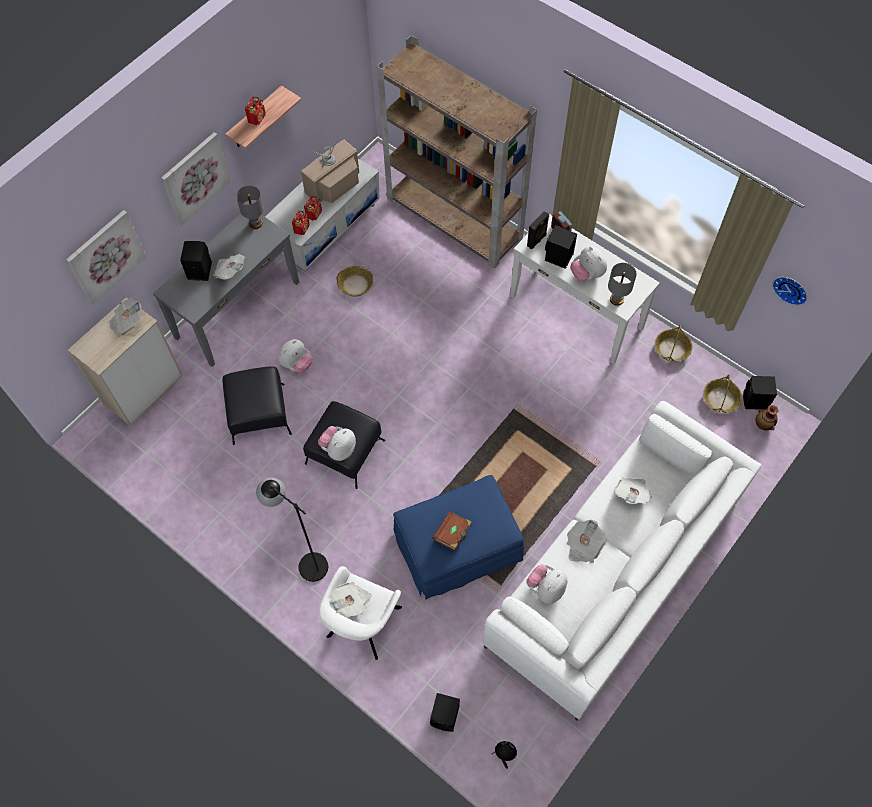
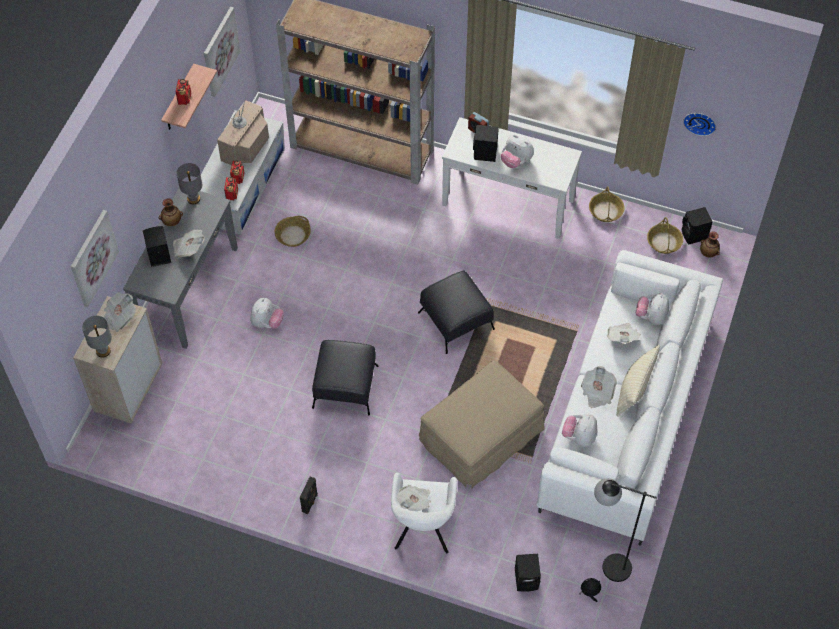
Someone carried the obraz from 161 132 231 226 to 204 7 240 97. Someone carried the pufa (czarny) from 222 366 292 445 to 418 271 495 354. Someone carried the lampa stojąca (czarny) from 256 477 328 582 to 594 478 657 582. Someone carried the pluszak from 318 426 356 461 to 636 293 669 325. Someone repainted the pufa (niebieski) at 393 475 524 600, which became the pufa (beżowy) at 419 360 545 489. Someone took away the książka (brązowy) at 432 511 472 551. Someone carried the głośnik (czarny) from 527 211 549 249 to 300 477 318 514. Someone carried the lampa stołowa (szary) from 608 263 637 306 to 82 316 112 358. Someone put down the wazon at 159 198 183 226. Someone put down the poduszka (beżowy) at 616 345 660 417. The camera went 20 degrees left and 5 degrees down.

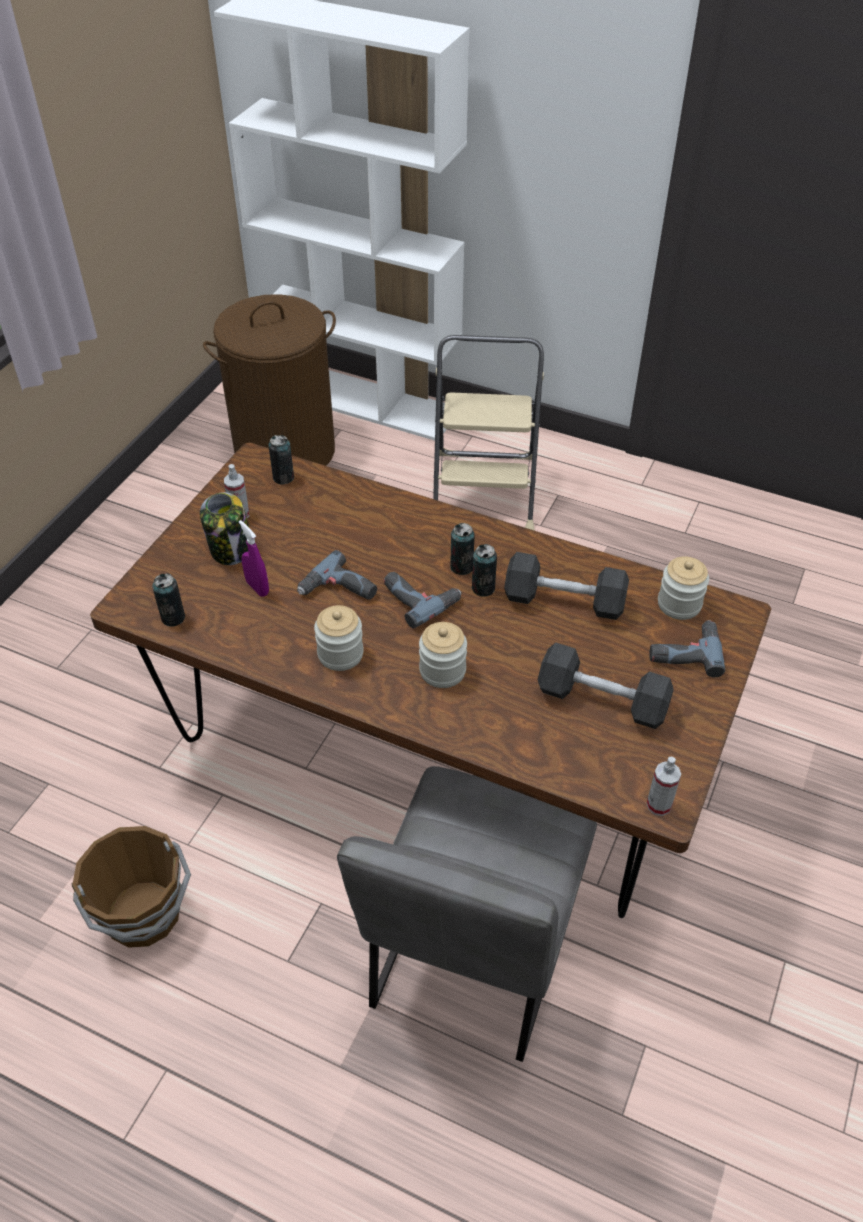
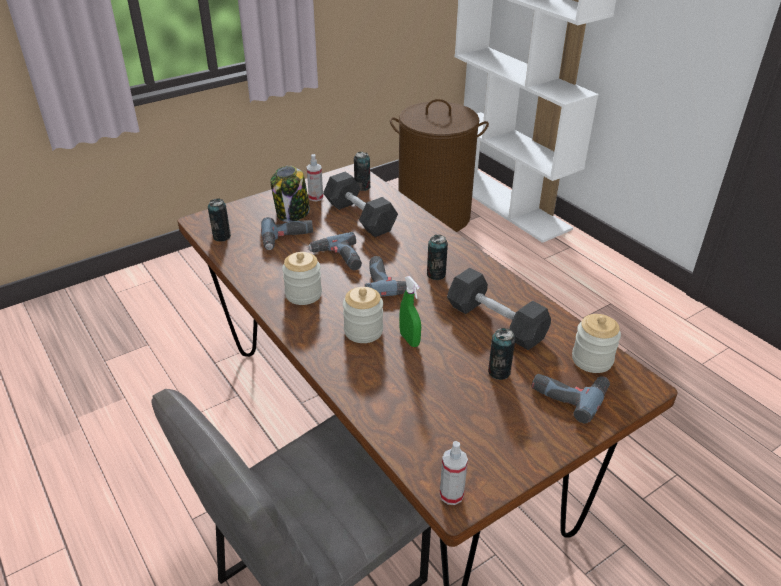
Someone took away the wiadro (brązowy) at 71 826 191 948. Someone swapped the spryskiwacz (fioletowy) at 239 520 269 597 for the wiertarka at 261 217 313 250. Someone took away the drabinka (beżowy) at 433 335 544 530. Someone carried the puszka from 472 544 497 597 to 488 328 515 380. Someone carried the hantel (szary) from 538 642 673 729 to 323 172 398 237. Someone put down the spryskiwacz (zielony) at 399 276 421 347. The camera went 30 degrees right and 10 degrees down.

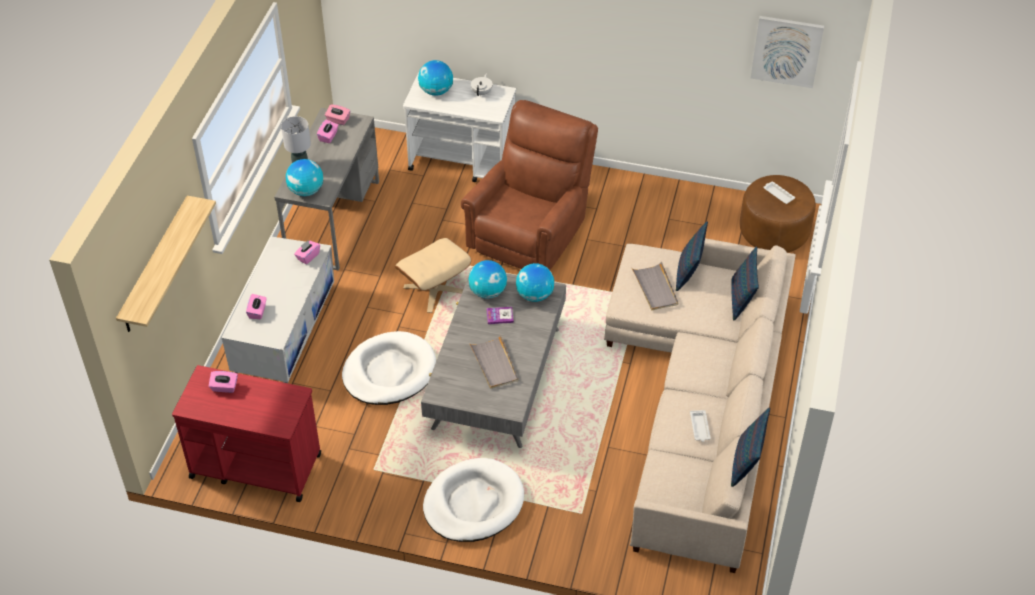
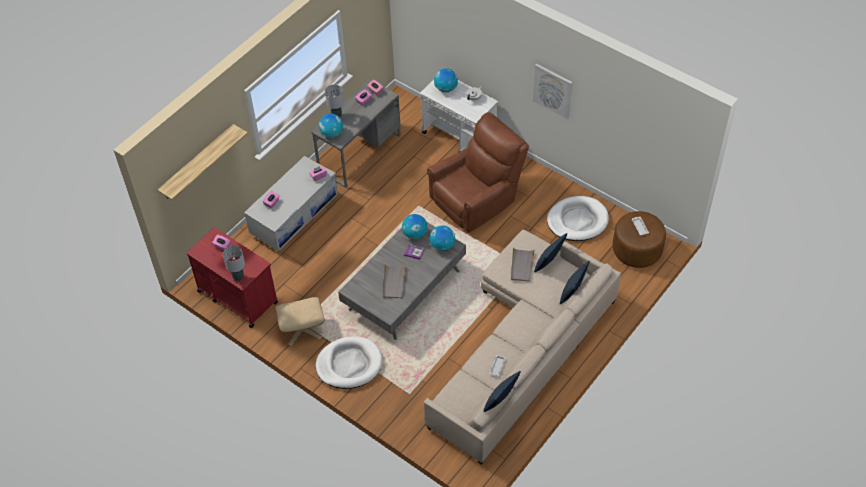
Someone carried the legowisko (biały) from 342 331 436 405 to 547 196 609 241. Someone carried the pufa (beżowy) from 395 238 471 313 to 275 297 324 346. Someone carried the obraz from 750 16 824 88 to 533 64 572 119. Someone put down the lampa stołowa (szary) at 223 246 245 281. The camera went 25 degrees right and 5 degrees up.

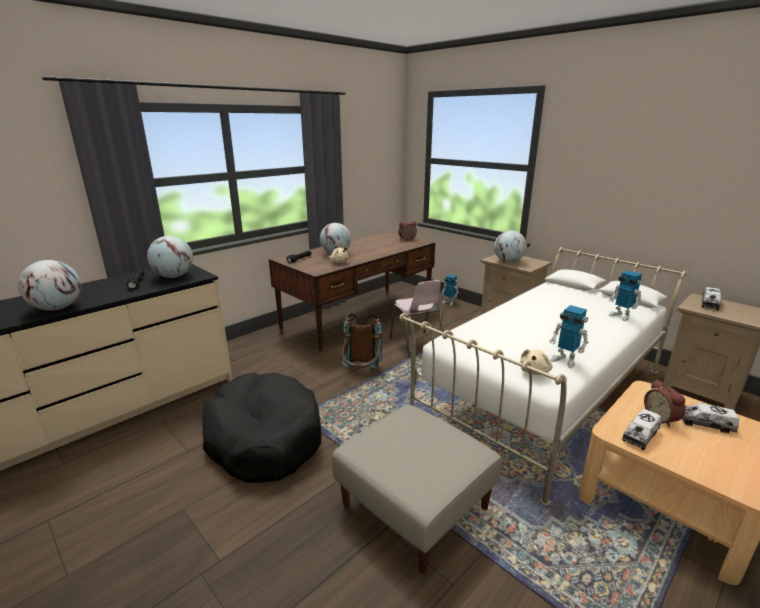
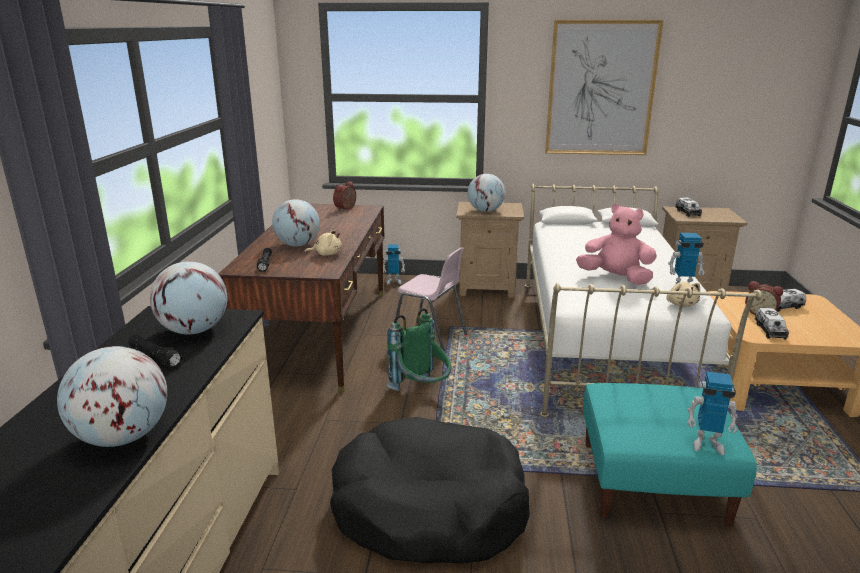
Someone repainted the pufa (beżowy) at 332 405 502 574, which became the pufa (turkusowy) at 583 383 757 526. Someone repainted the plecak (brązowy) at 341 313 382 369, which became the plecak (zielony) at 386 308 452 391. Someone carried the robot zabawkowy from 608 271 643 321 to 687 371 738 455. Someone put up the obraz at 545 20 664 155. Someone put down the pluszak (różowy) at 576 204 657 285. The camera went 40 degrees left and 0 degrees up.

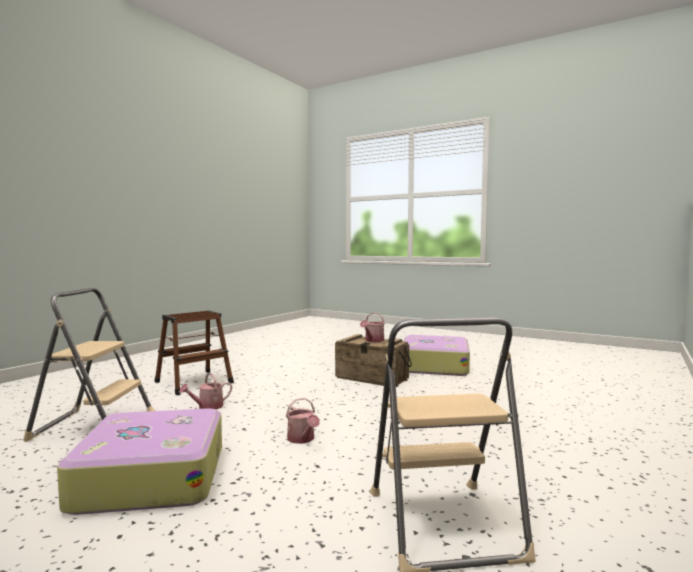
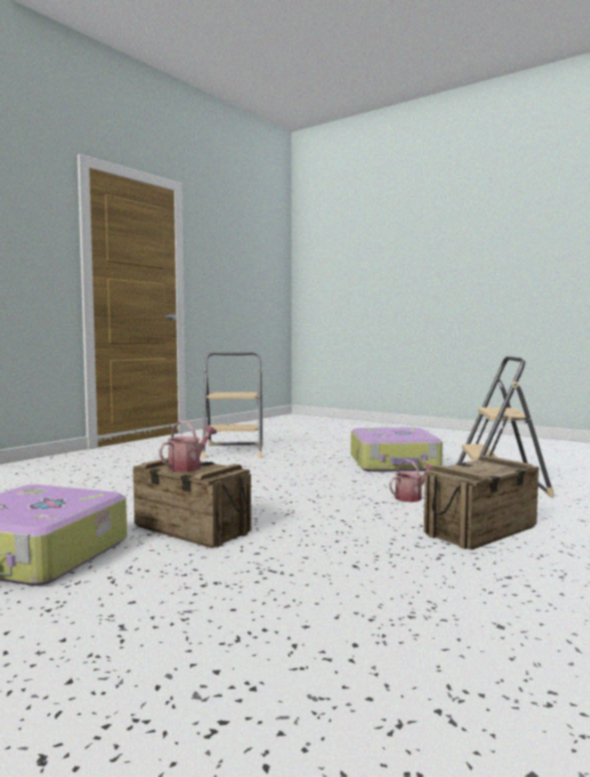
Someone swapped the drabinka (brązowy) at 154 310 234 395 for the skrzynka at 424 455 539 550. Someone took away the konewka at 286 398 320 444. The camera went 175 degrees left and 0 degrees up.

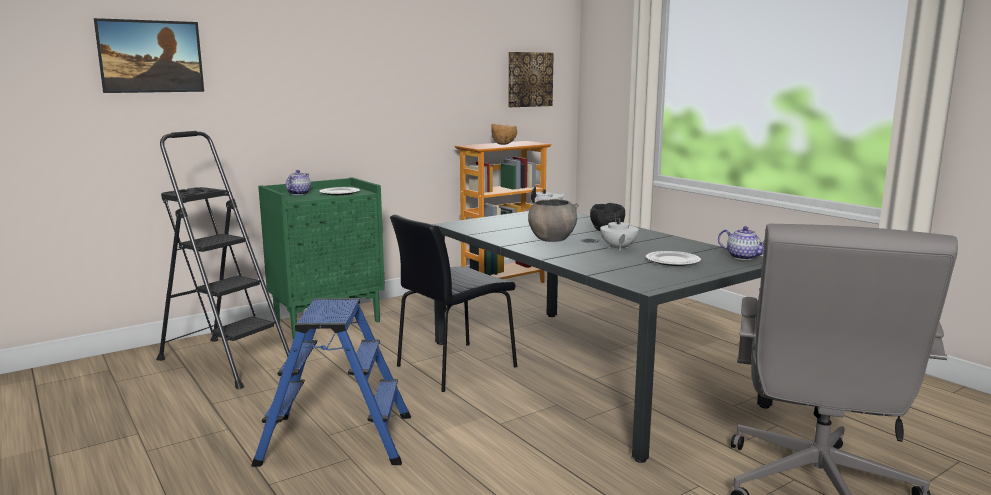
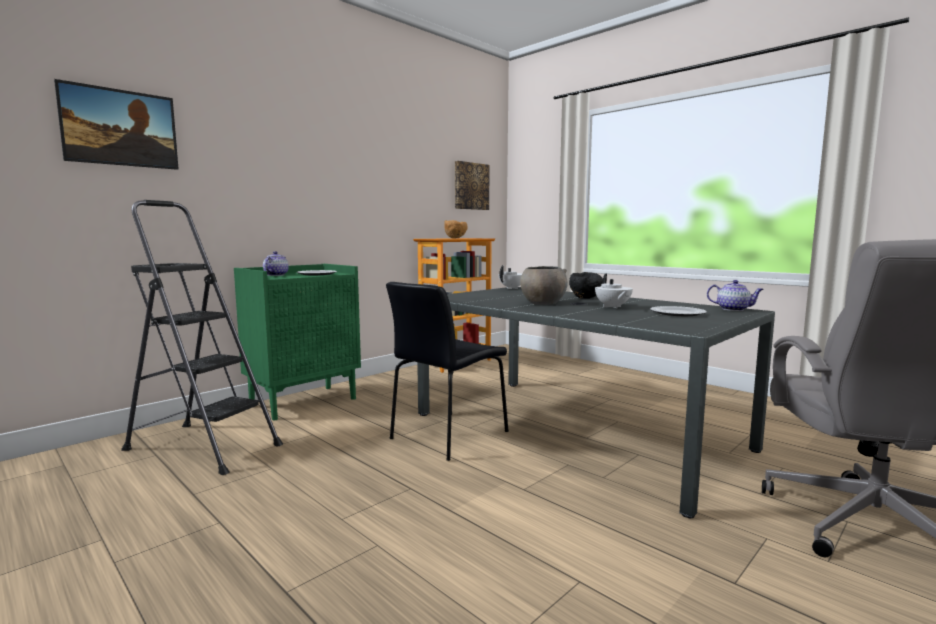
Someone took away the drabinka (niebieski) at 251 298 411 467. The camera went 10 degrees left and 5 degrees down.

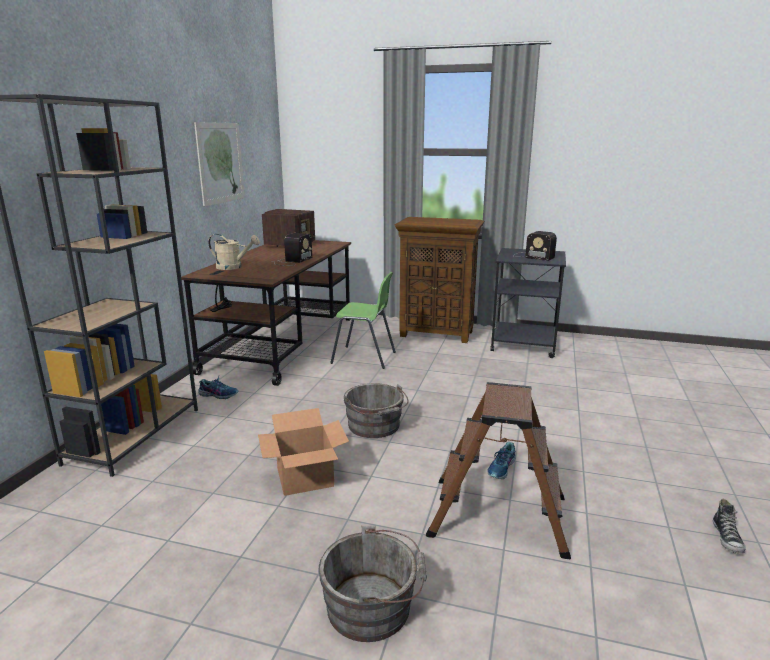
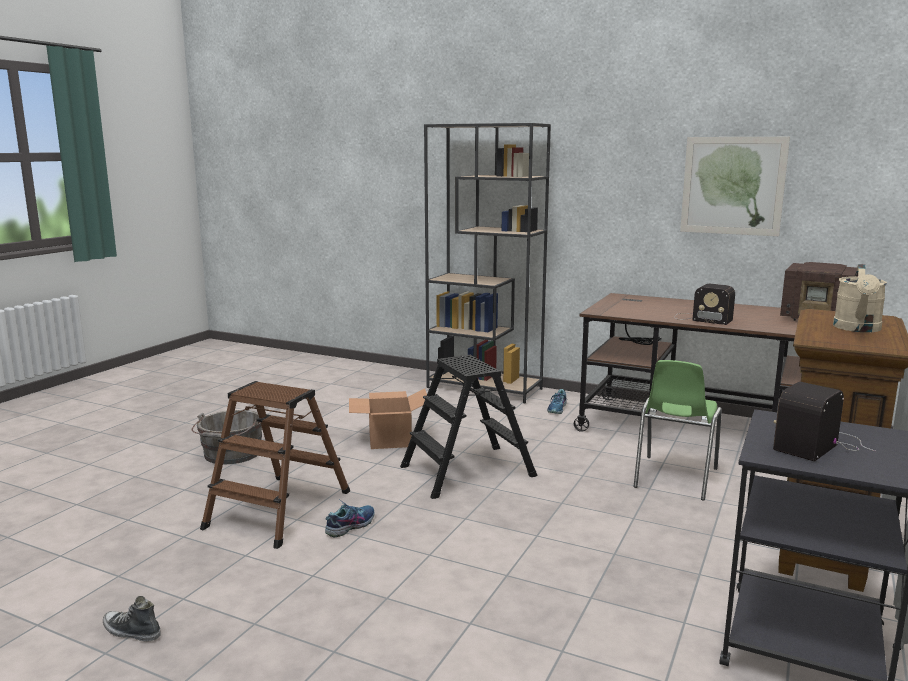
Someone carried the konewka (beżowy) from 208 234 260 270 to 833 264 887 332. Someone swapped the wiadro (szary) at 344 383 408 438 for the drabinka (czarny) at 400 355 538 499. Someone rotated the but at 487 442 516 479 by 90 degrees clockwise. The camera went 100 degrees right and 5 degrees down.

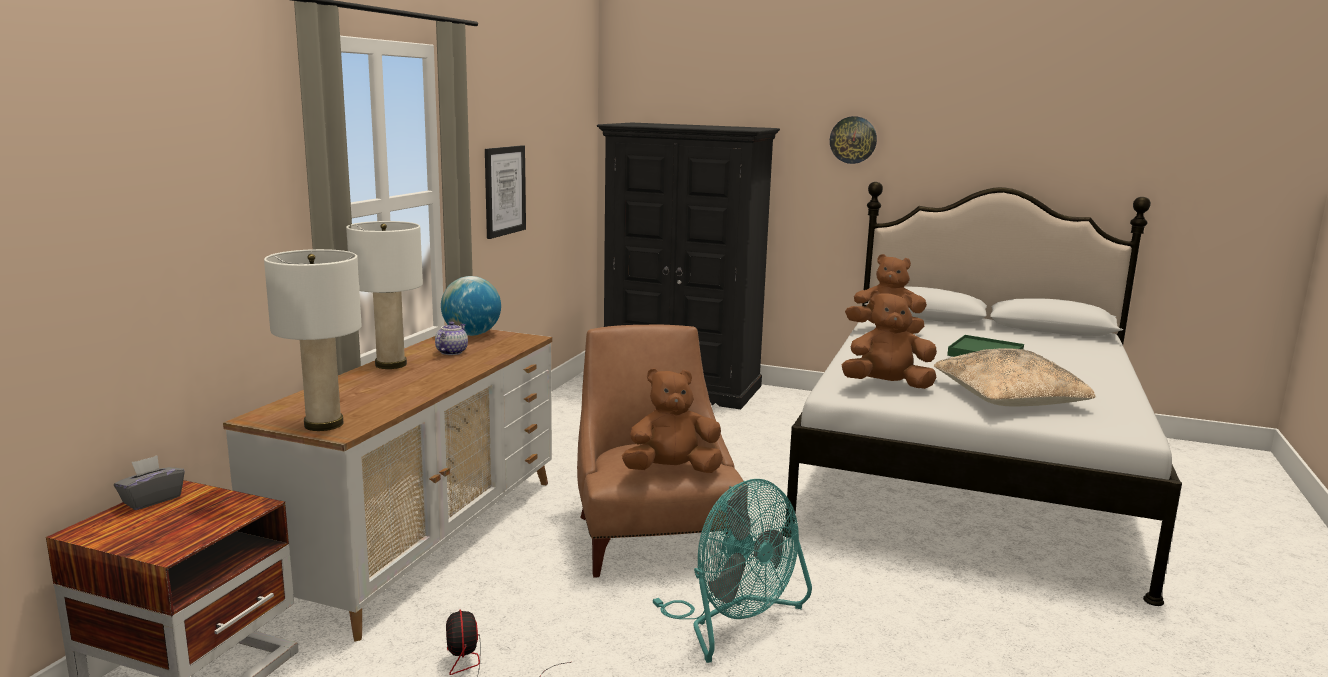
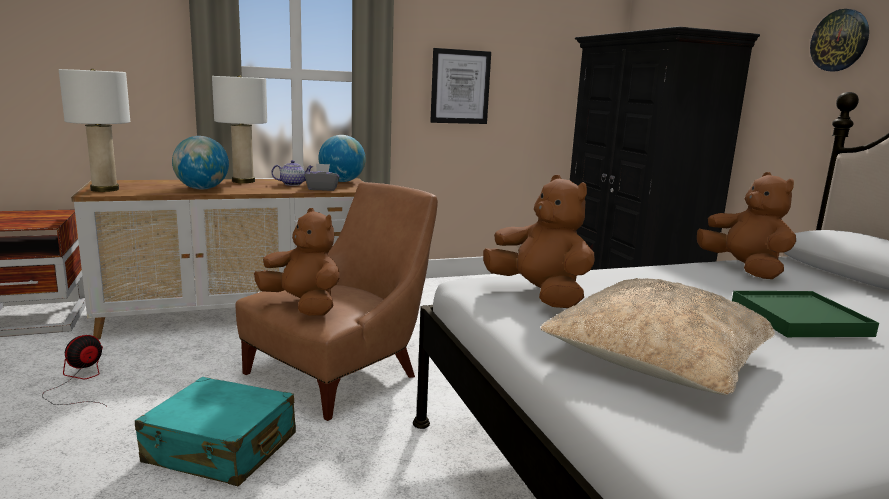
Someone carried the pudełko chusteczek (szary) from 114 456 185 510 to 304 164 340 191. Someone swapped the wentylator (turkusowy) at 653 479 812 663 for the walizka (turkusowy) at 135 377 296 486. Someone put down the globus at 172 136 229 190. The camera went 50 degrees right and 0 degrees up.

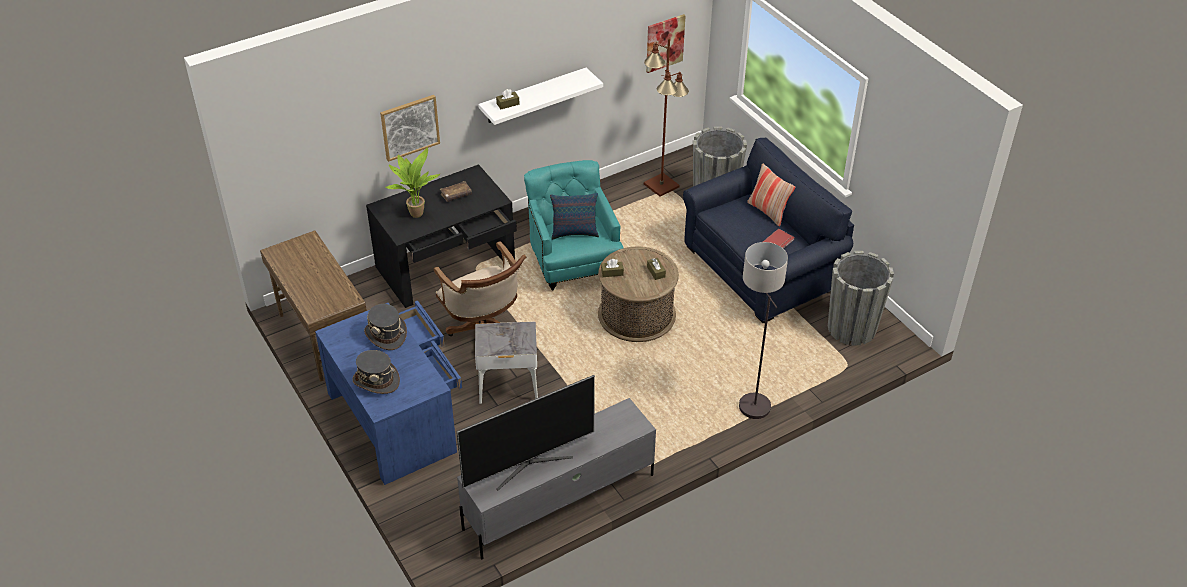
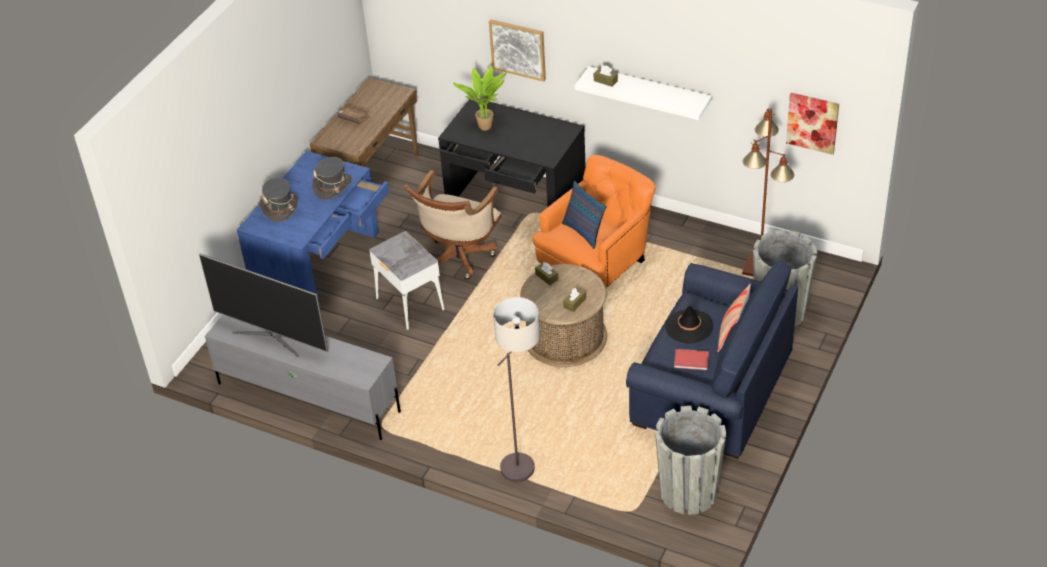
Someone carried the książka (brązowy) from 440 181 472 202 to 337 105 370 124. Someone repainted the fotel (turkusowy) at 524 160 624 290, which became the fotel (pomarańczowy) at 533 155 656 288. Someone put down the kapelusz (czarny) at 665 305 714 343. The camera went 60 degrees right and 0 degrees up.

